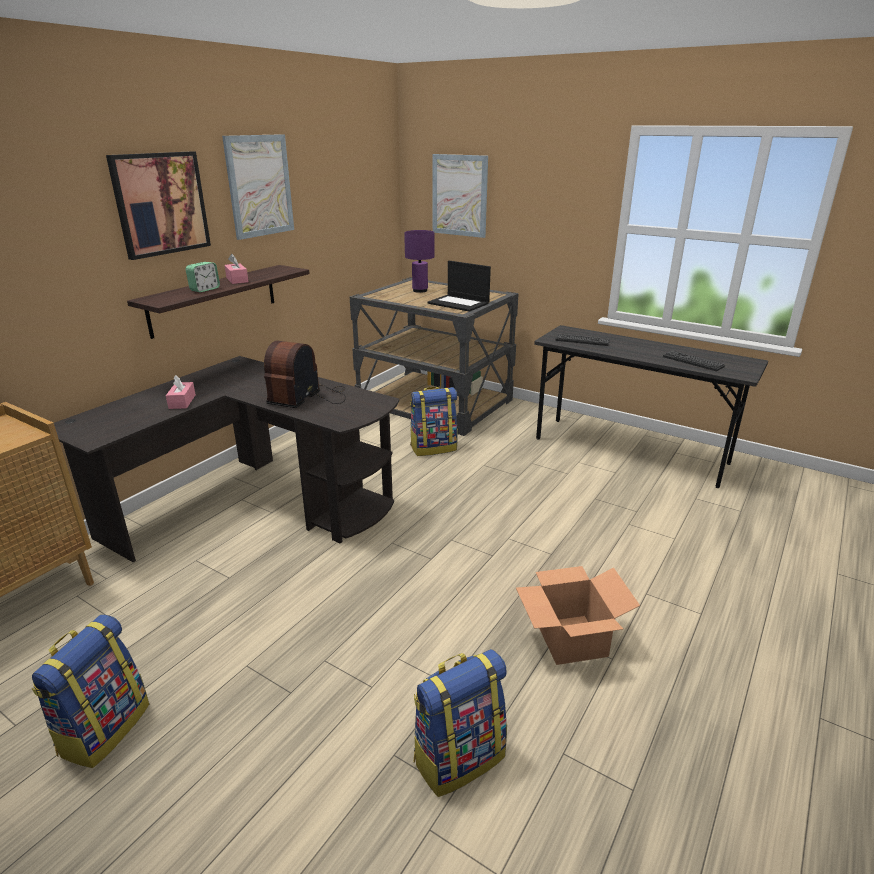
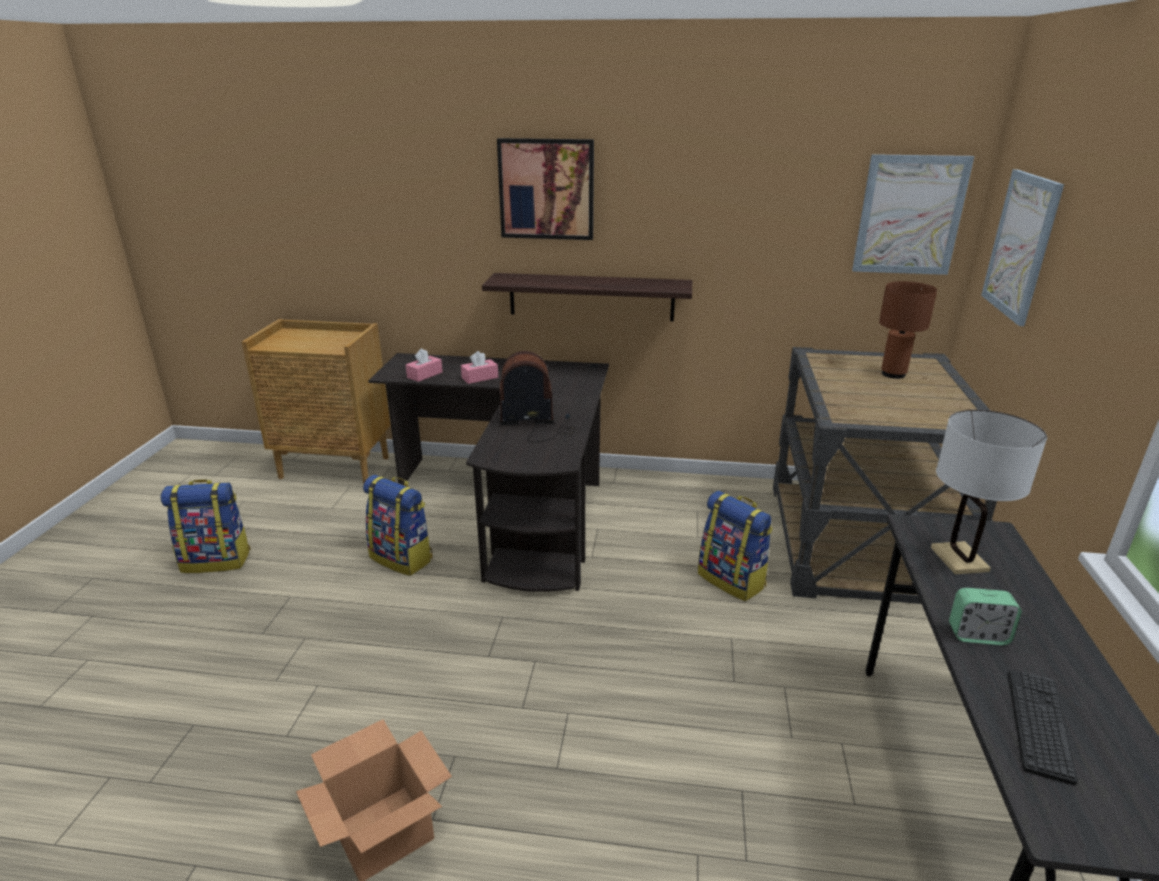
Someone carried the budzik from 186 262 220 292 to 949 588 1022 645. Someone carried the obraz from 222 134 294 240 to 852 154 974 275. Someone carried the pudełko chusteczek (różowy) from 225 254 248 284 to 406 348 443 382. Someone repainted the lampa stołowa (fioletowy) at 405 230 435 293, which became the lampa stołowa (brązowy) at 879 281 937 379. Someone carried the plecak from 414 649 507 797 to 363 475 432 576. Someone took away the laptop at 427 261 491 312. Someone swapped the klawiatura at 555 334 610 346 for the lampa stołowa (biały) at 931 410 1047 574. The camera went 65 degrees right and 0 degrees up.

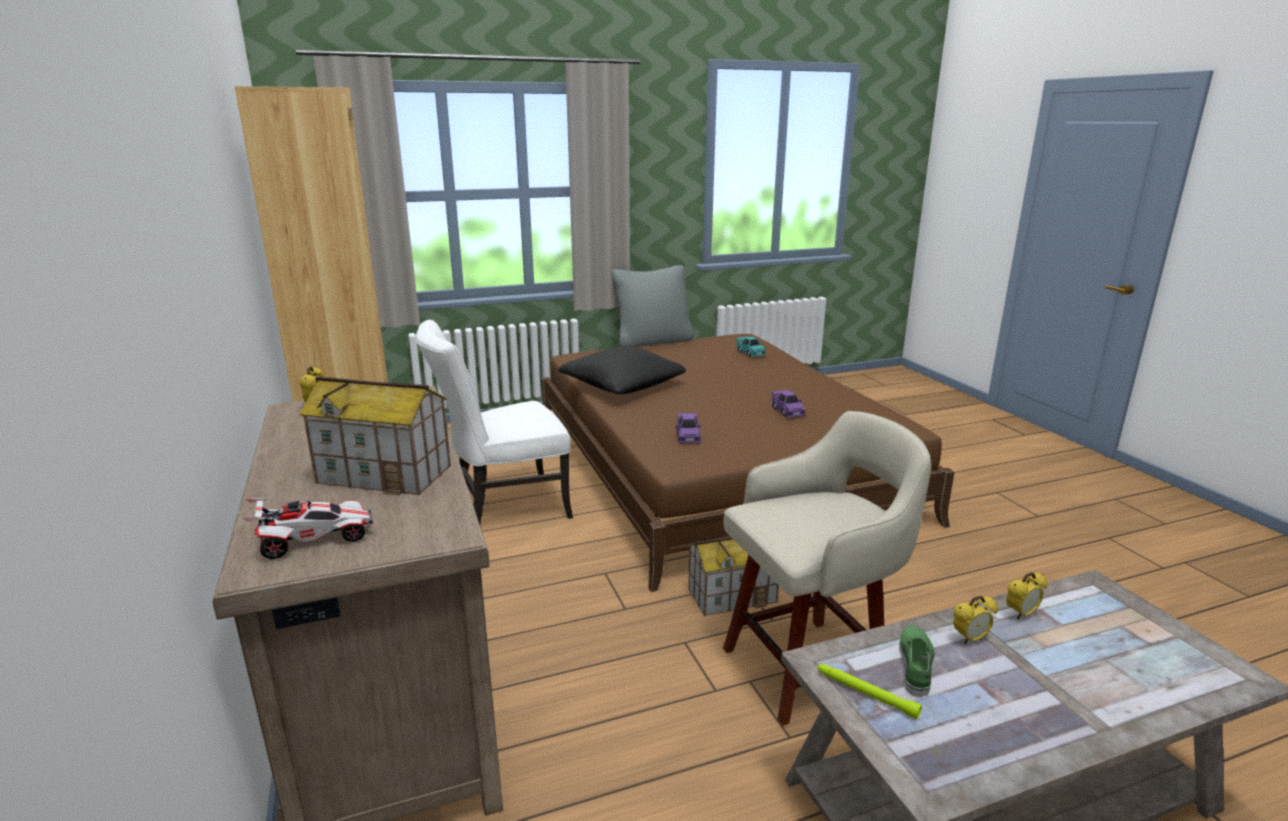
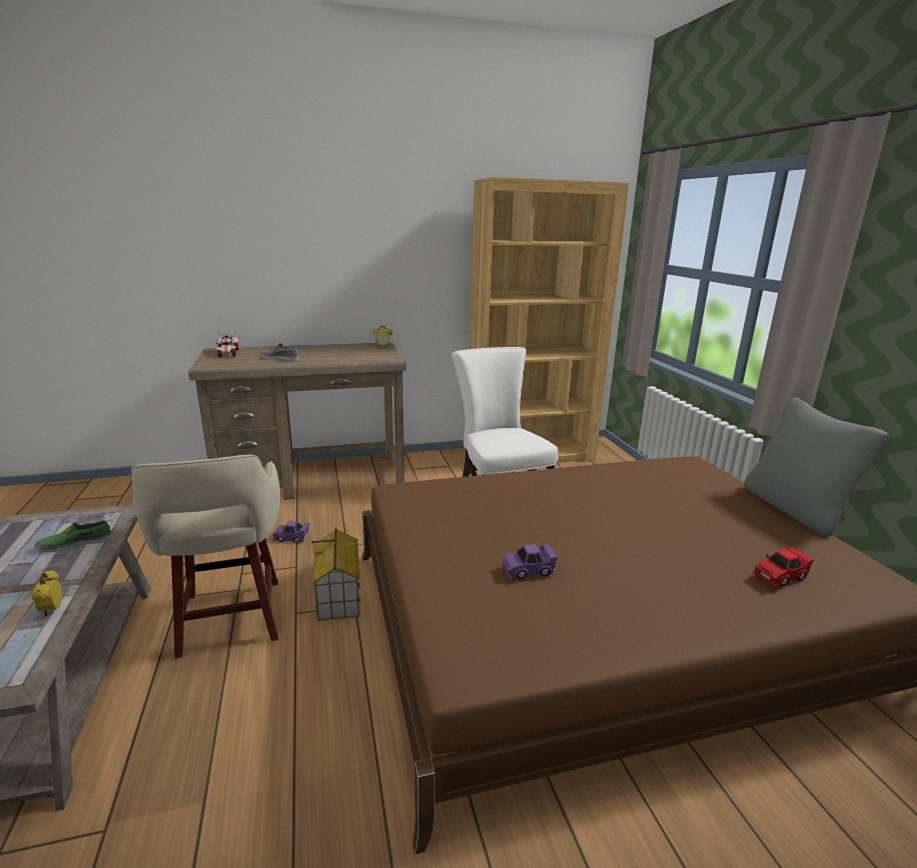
Someone swapped the domek at 299 376 451 495 for the but (szary) at 260 343 299 360. Someone took away the poduszka (czarny) at 558 346 686 394. Someone carried the samochodzik (fioletowy) from 676 413 701 443 to 272 521 310 543. Someone repainted the samochodzik (turkusowy) at 736 336 766 357, which became the samochodzik (czerwony) at 753 547 814 587. Someone took away the latarka (zielony) at 817 664 922 719. Someone rotated the but (zielony) at 899 625 935 697 by 135 degrees clockwise. Someone took away the budzik at 953 596 998 644. The camera went 95 degrees right and 0 degrees up.

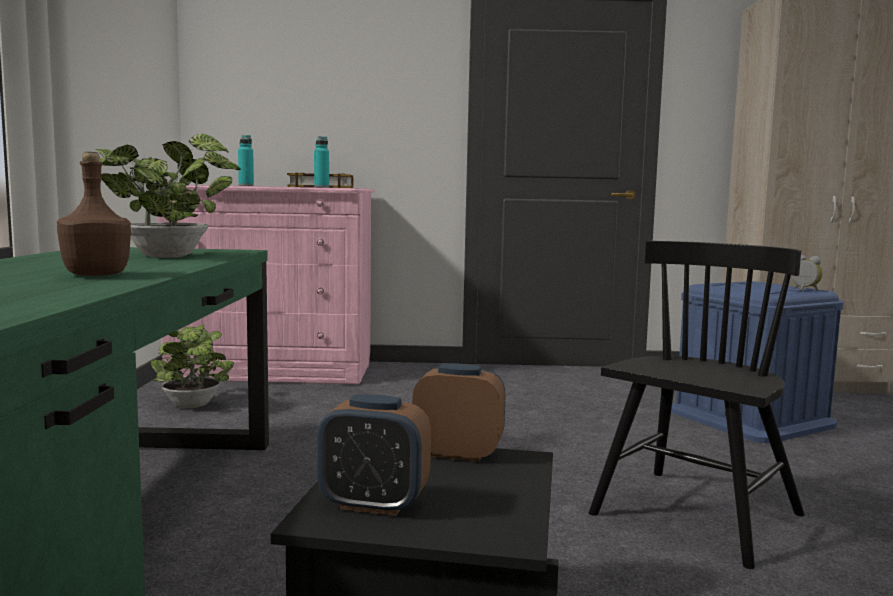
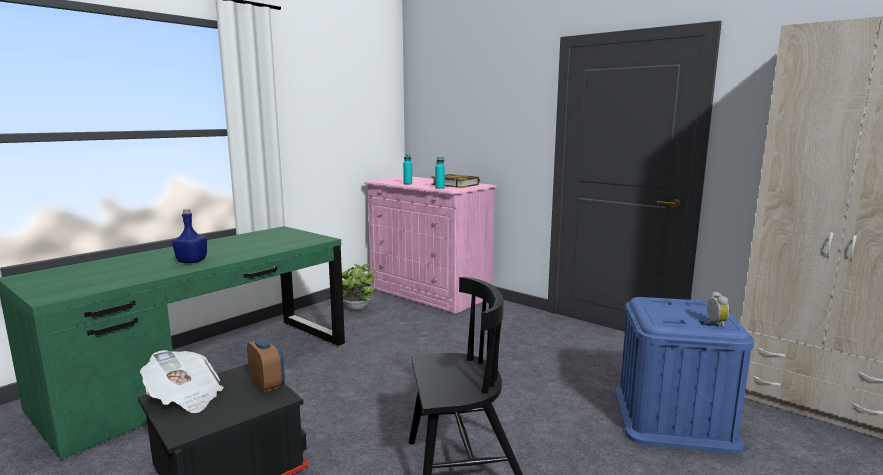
Someone repainted the butelka (brązowy) at 57 152 131 276, which became the butelka (niebieski) at 172 209 207 263. Someone took away the roślina doniczkowa at 96 134 241 258. Someone swapped the budzik at 317 394 431 516 for the gazeta at 140 350 224 413. The camera went 40 degrees right and 5 degrees up.

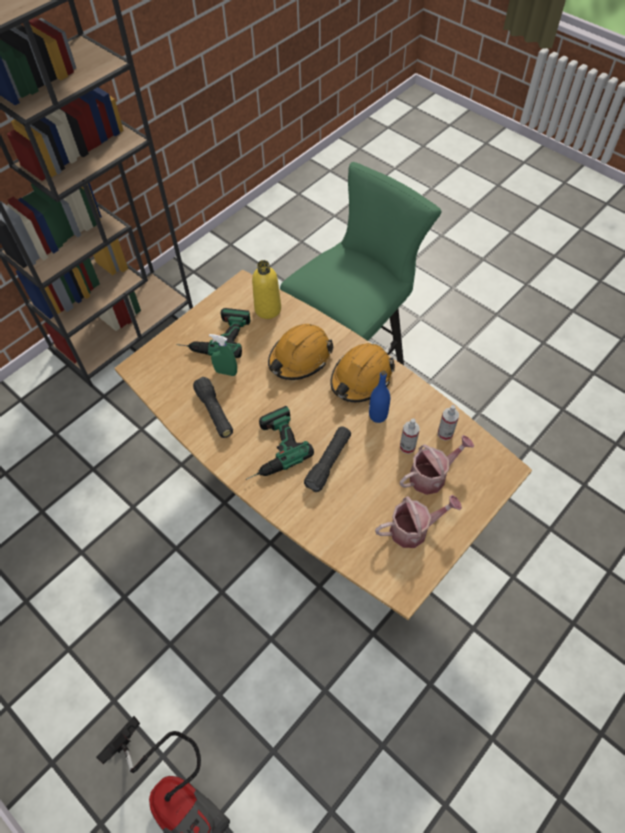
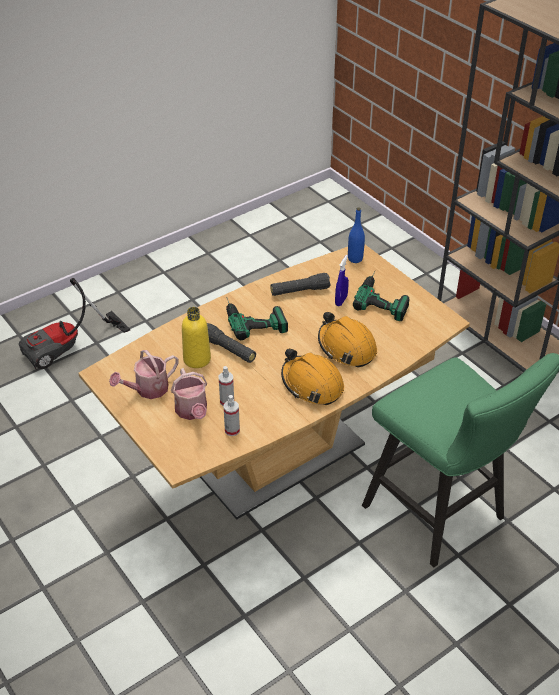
Someone repainted the spryskiwacz (zielony) at 209 334 237 376, which became the spryskiwacz (niebieski) at 335 255 349 306. Someone carried the butelka (żółty) from 252 260 281 319 to 182 307 211 368. Someone carried the butelka (niebieski) from 369 371 390 423 to 348 208 365 263. Someone rotated the konewka at 375 495 462 548 by 60 degrees clockwise. The camera went 100 degrees right and 15 degrees down.

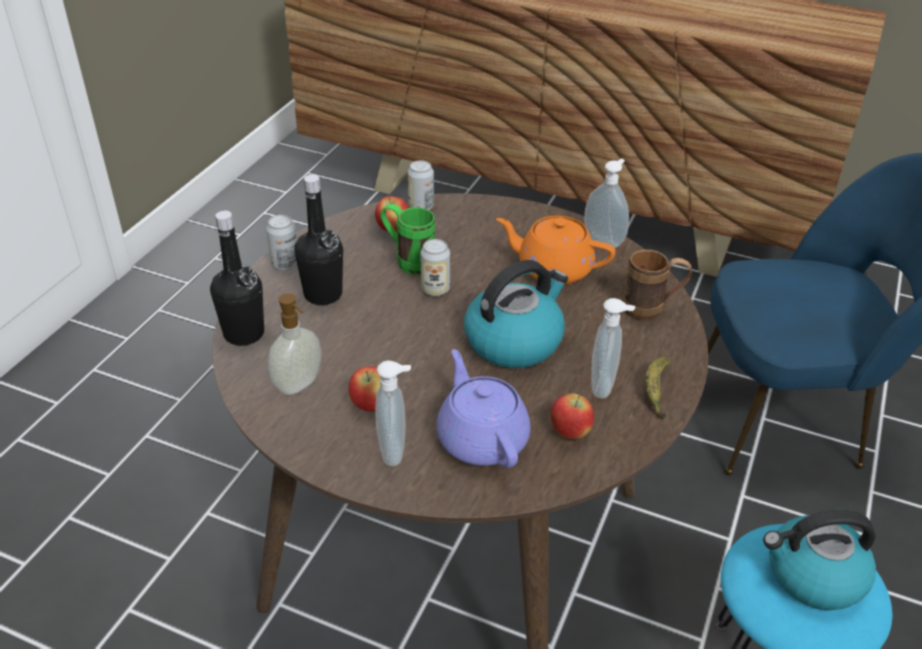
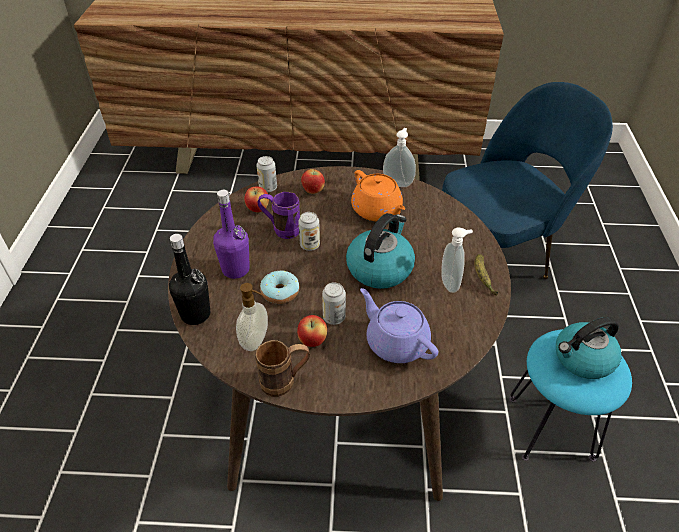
Someone carried the puszka from 266 215 297 271 to 322 282 346 325. Someone repainted the butelka (czarny) at 294 174 343 305, which became the butelka (fioletowy) at 213 190 250 279. Someone took away the dozownik mydła at 375 360 411 466. Someone repainted the kubek (zielony) at 380 204 435 275, which became the kubek (fioletowy) at 257 192 300 239. Someone rotated the imbryk (pomarańczowy) at 496 216 616 285 by 120 degrees counterclockwise. Someone carried the jabłko from 551 394 594 439 to 301 168 325 194. Someone carried the kubek (brązowy) from 623 250 692 320 to 255 340 310 397. Someone put down the donut at 260 271 299 304. The camera went 20 degrees left and 5 degrees up.

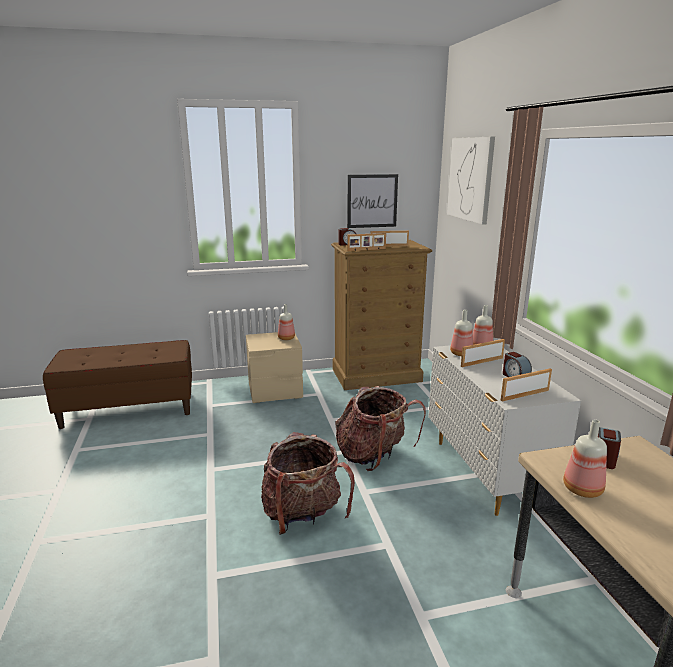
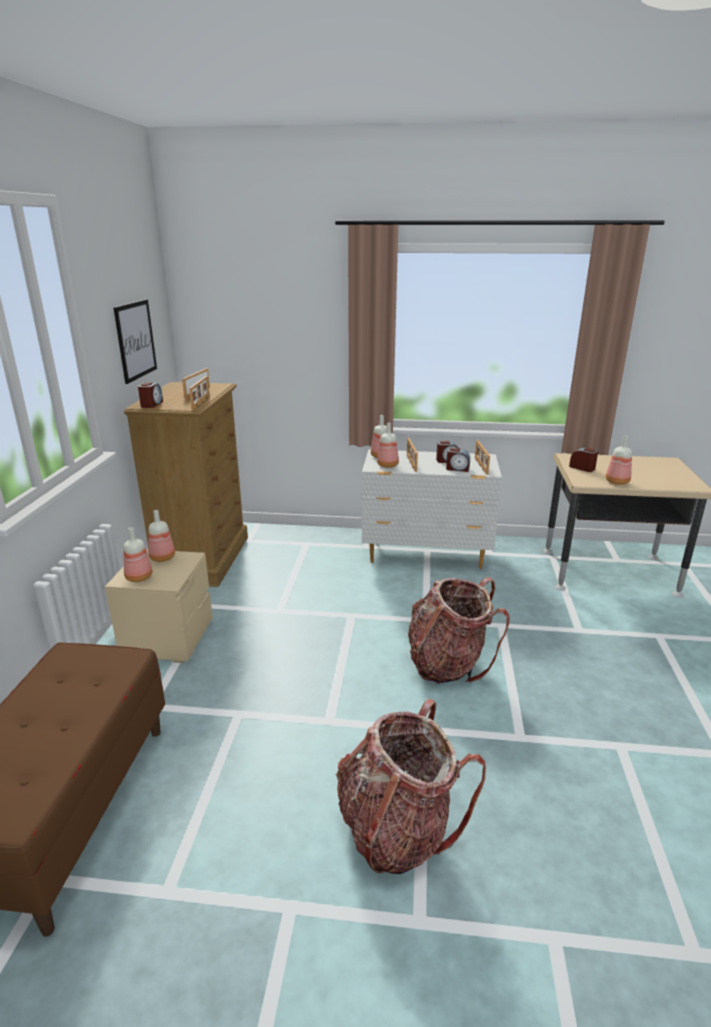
Someone carried the plecak from 335 386 426 471 to 336 699 486 874. Someone took away the obraz at 447 137 495 225. Someone put down the butelka at 124 527 152 582. Someone put down the budzik at 446 448 470 472. The camera went 70 degrees left and 5 degrees up.

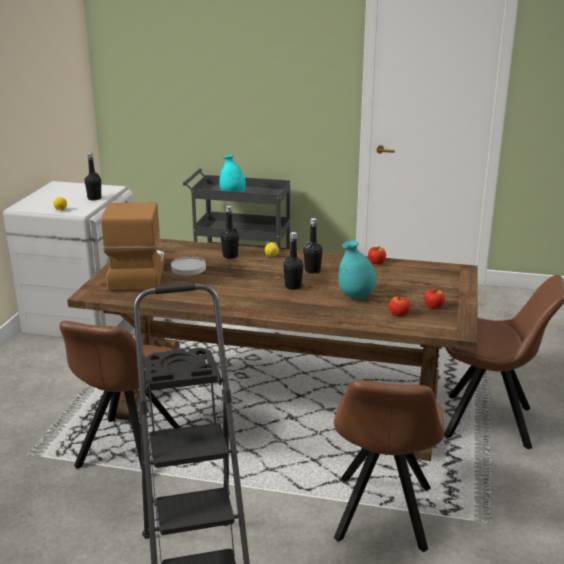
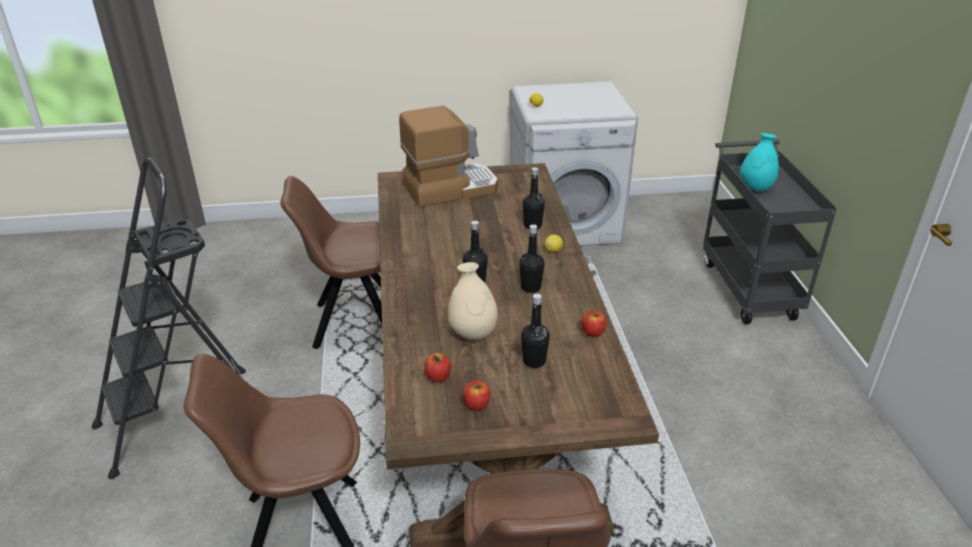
Someone carried the butelka (czarny) from 84 153 101 200 to 521 294 550 368. Someone took away the talerz (biały) at 171 257 206 276. Someone repainted the wazon (turkusowy) at 338 241 377 299, which became the wazon (beżowy) at 448 262 498 340. The camera went 70 degrees right and 10 degrees up.

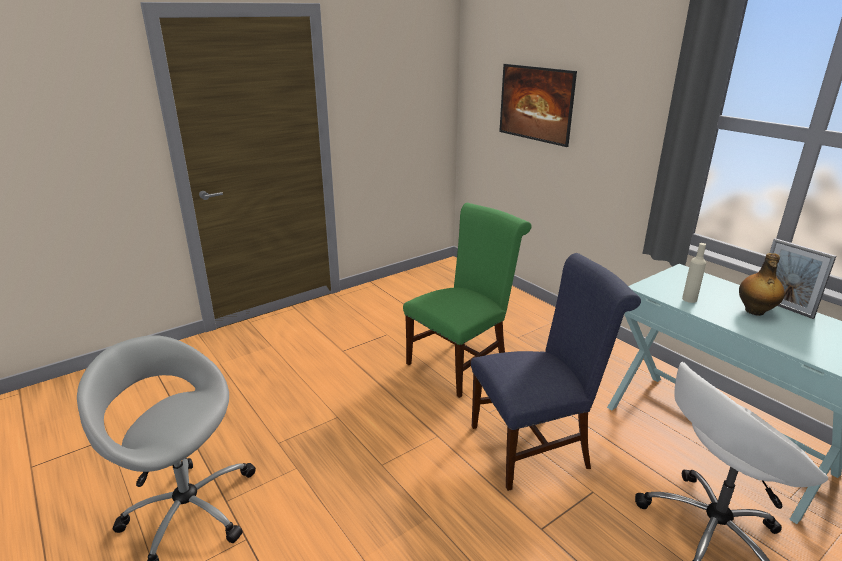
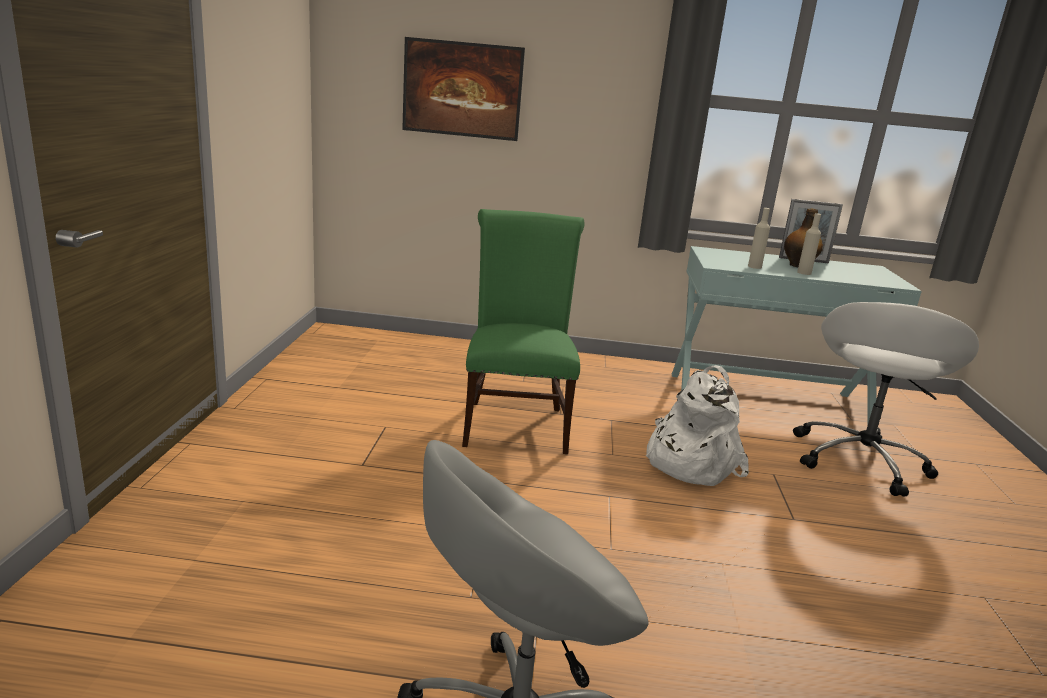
Someone swapped the krzesło (niebieski) at 471 253 641 491 for the plecak (biały) at 646 365 749 486. Someone put down the butelka (beżowy) at 797 213 821 275. The camera went 50 degrees left and 5 degrees down.

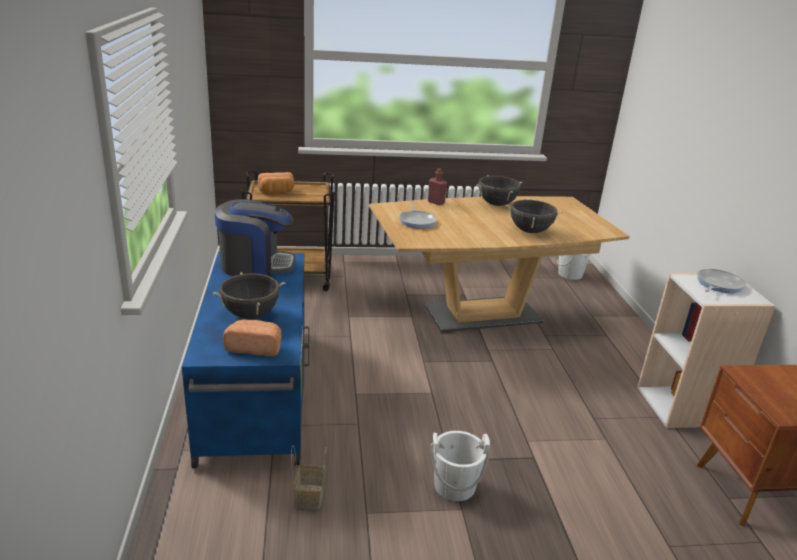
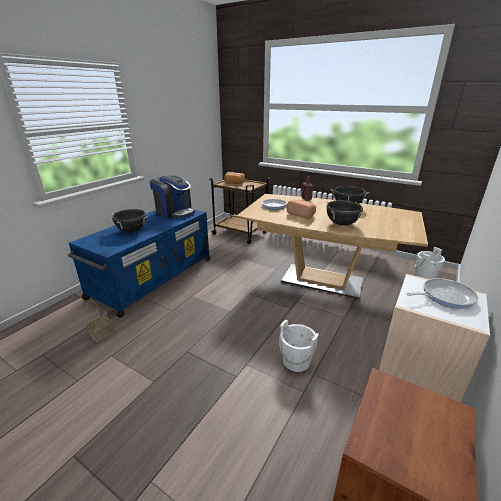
Someone carried the chleb from 223 319 282 356 to 287 200 316 219. Someone carried the wiadro (biały) from 430 431 490 501 to 279 320 319 372. The camera went 40 degrees right and 0 degrees up.

